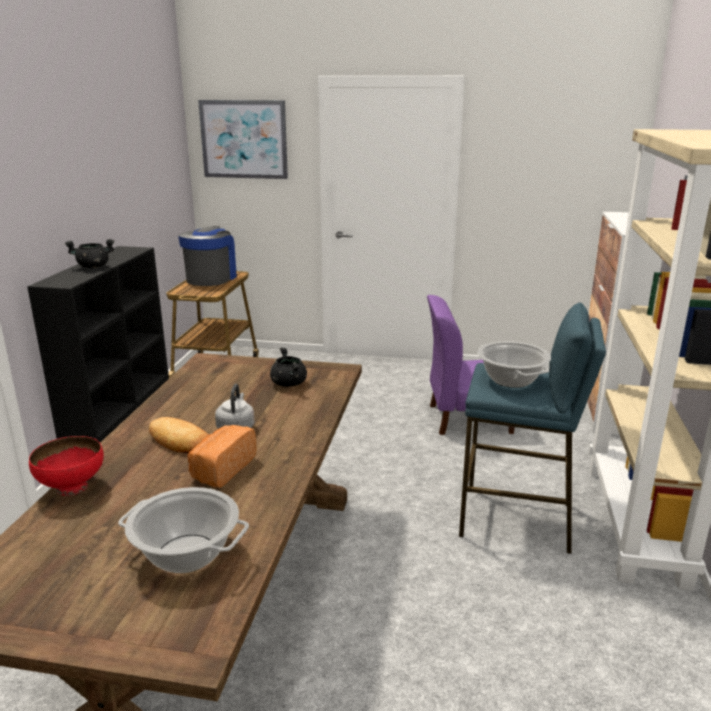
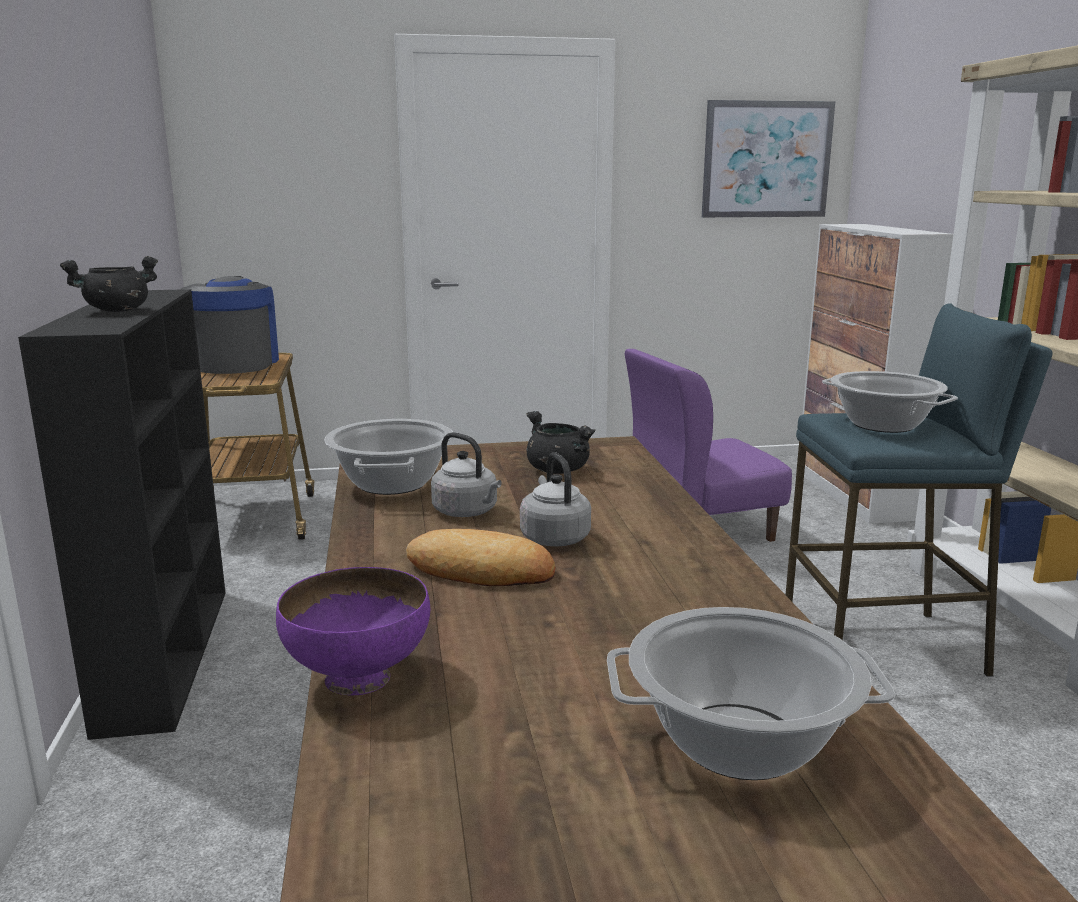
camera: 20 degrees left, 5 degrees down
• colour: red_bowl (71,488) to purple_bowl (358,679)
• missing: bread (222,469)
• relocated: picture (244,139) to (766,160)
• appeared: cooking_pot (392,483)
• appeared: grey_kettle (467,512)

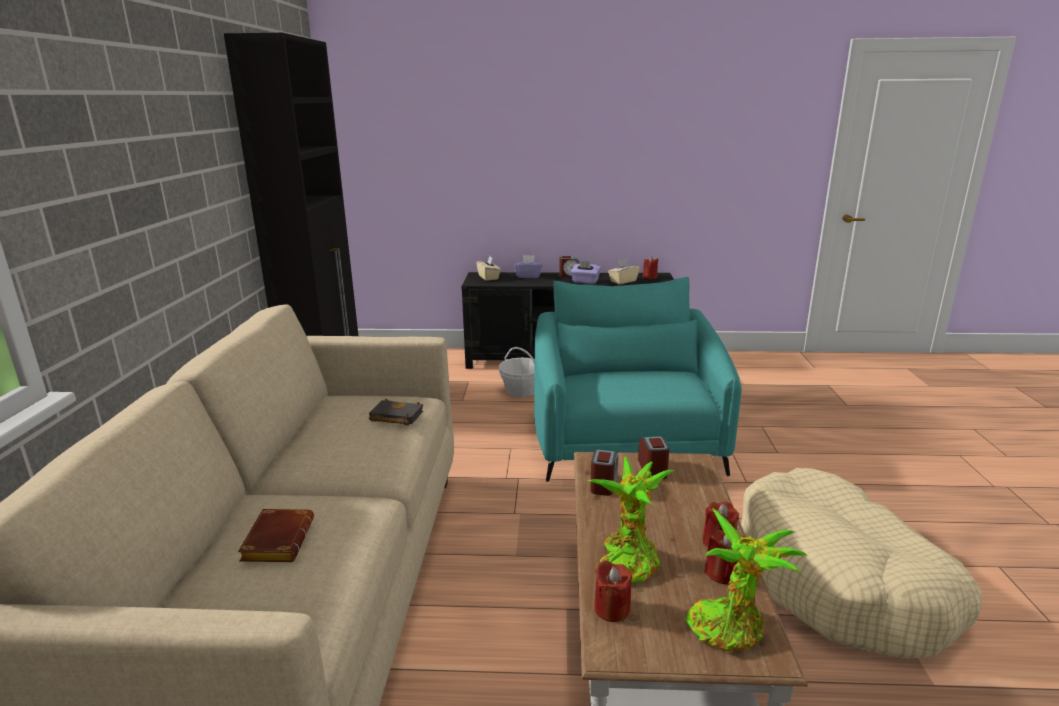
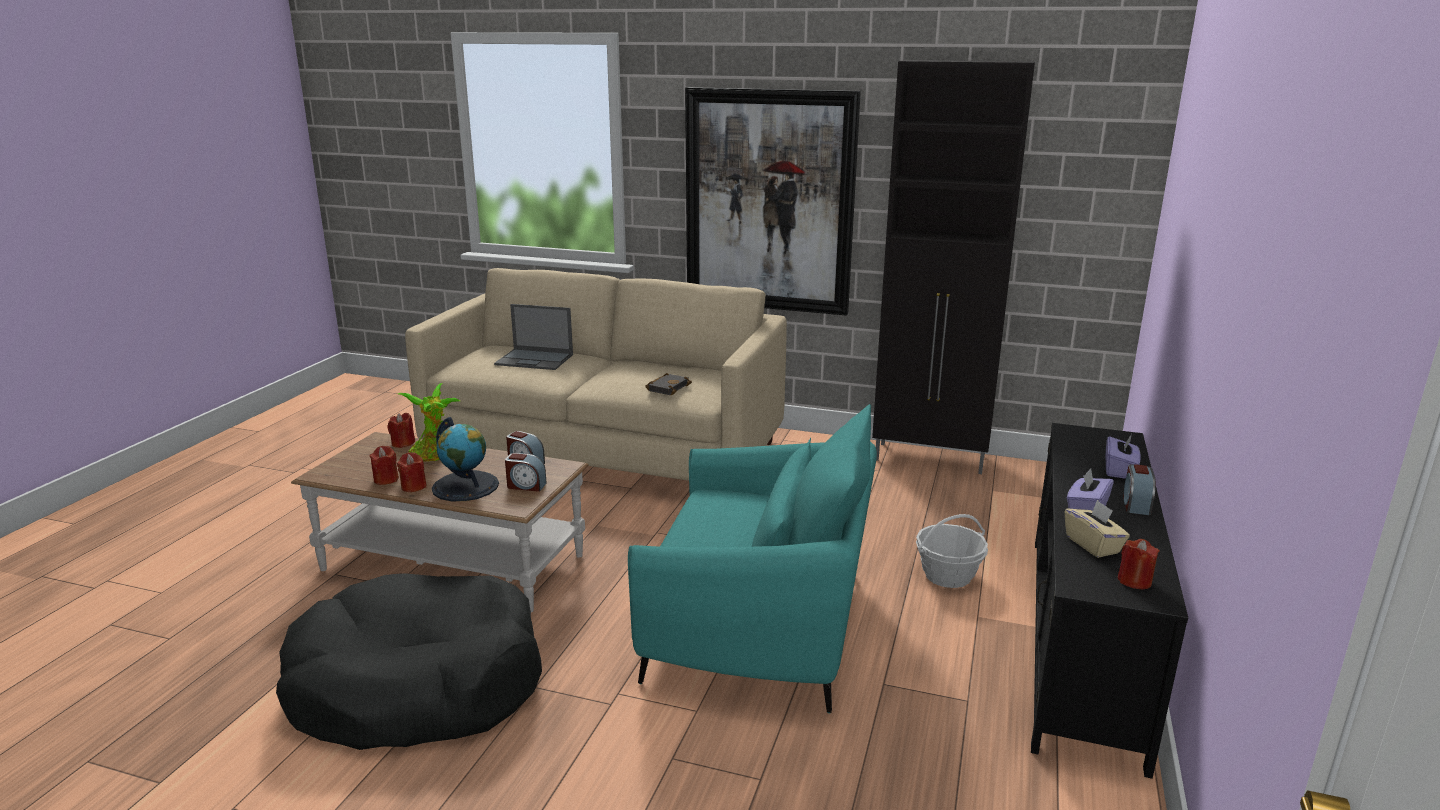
camera: 105 degrees right, 0 degrees up
• exchanged: brown_book (277,540) to laptop (535,360)
• missing: beige_tissue_box (489,277)
• missing: potted_plant (731,627)
• colour: beige_dog_bed (840,580) to black_dog_bed (417,685)
• appeared: globe (465,486)
• appeared: picture (769,202)

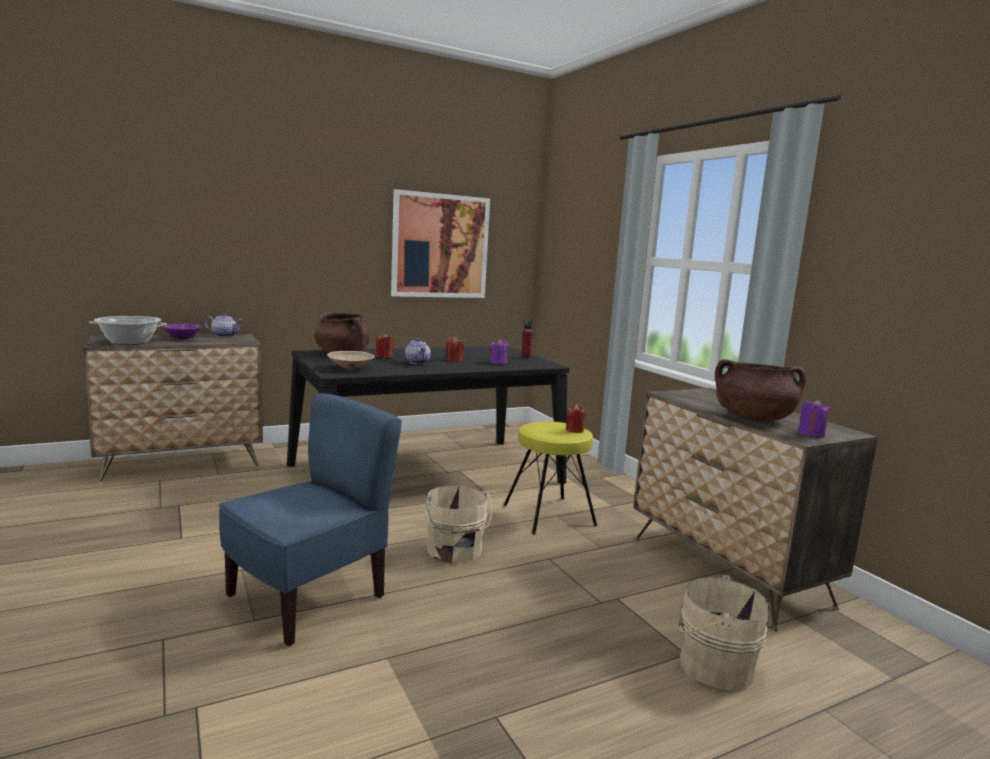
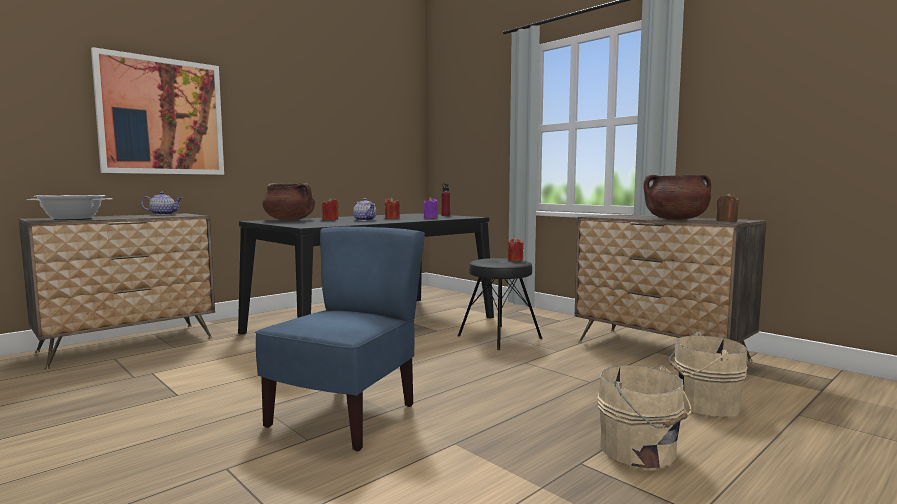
camera: 15 degrees left, 5 degrees down
• missing: purple_bowl (182,338)
• missing: beige_bowl (351,368)
• relocated: picture (440,246) to (162,116)
• relocated: beige_bucket (454,551) to (640,451)
• colour: yellow_stool (548,515) to black_stool (499,337)
• colour: purple_candle (811,434) to brown_candle (726,221)

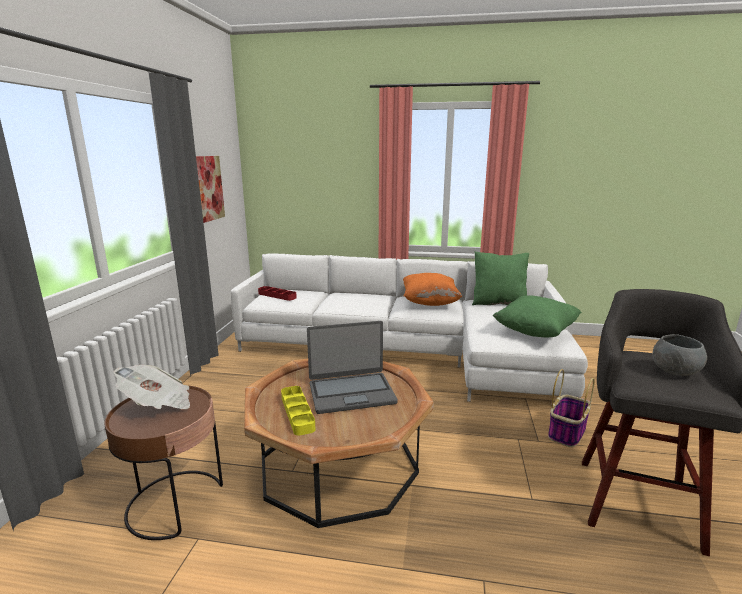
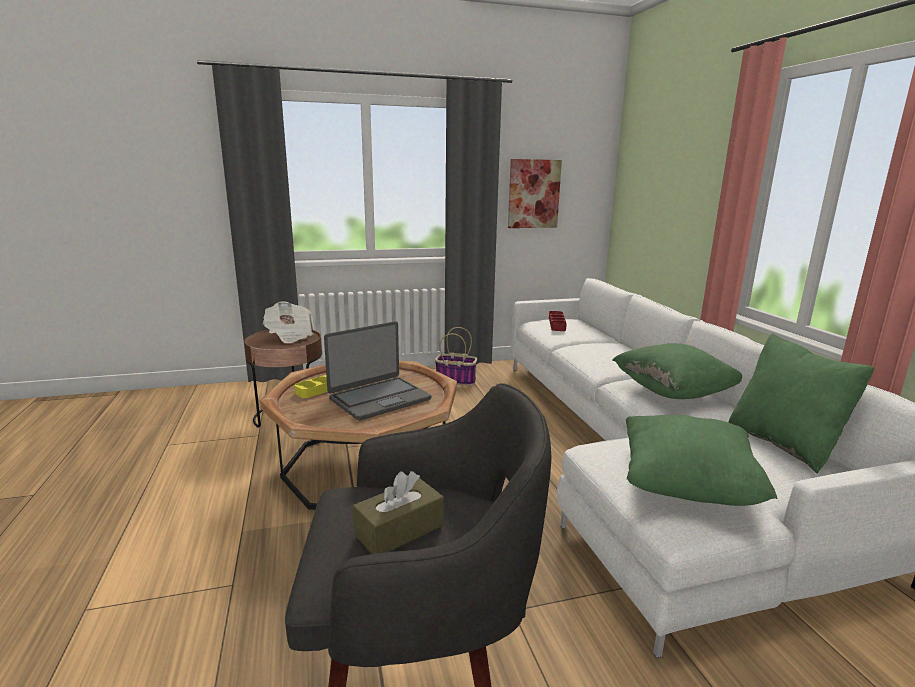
camera: 65 degrees right, 0 degrees up
• spun: laptop (351,393) = (379,399) 90 degrees counterclockwise
• colour: orange_pillow (429,303) to green_pillow (673,392)
• relocated: basket (566,432) to (456,380)
• exchanged: grey_bowl (674,372) to brown_tissue_box (399,530)

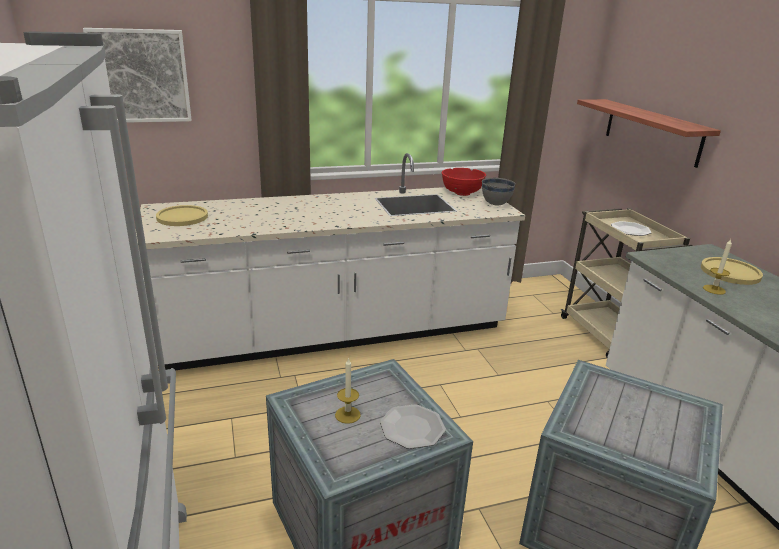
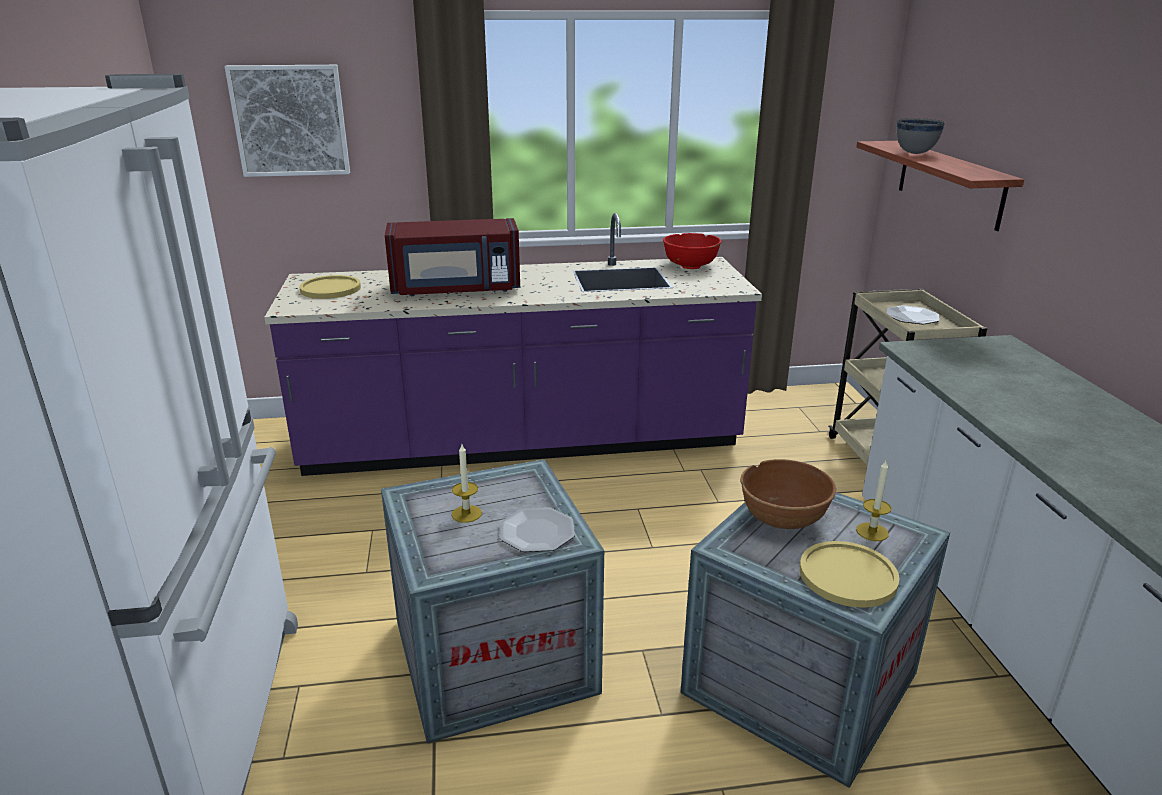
camera: 10 degrees right, 0 degrees up
• colour: white_counter (336,333) to purple_counter (523,442)
• relocated: grey_bowl (496,204) to (915,153)
• relocated: yellow_plate (730,272) to (847,576)
• relocated: candle (714,289) to (872,532)
• appeared: red_microwave (456,289)
• appeared: brown_bowl (783,518)

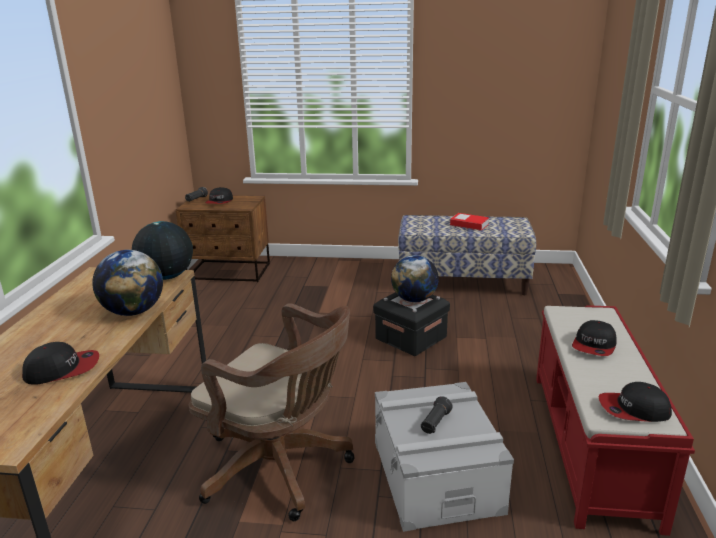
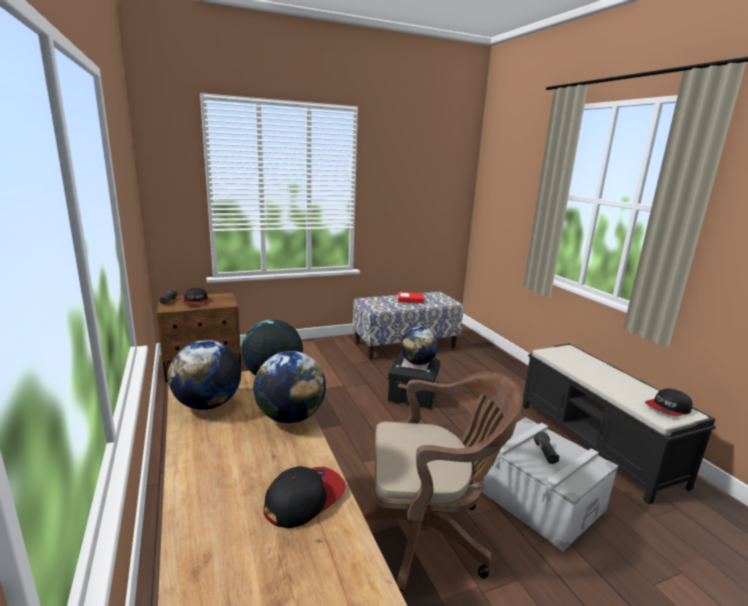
camera: 30 degrees left, 5 degrees down
• colour: red_bench (592,445) to black_bench (596,443)
• missing: cap (594,345)
• appeared: globe (208,404)

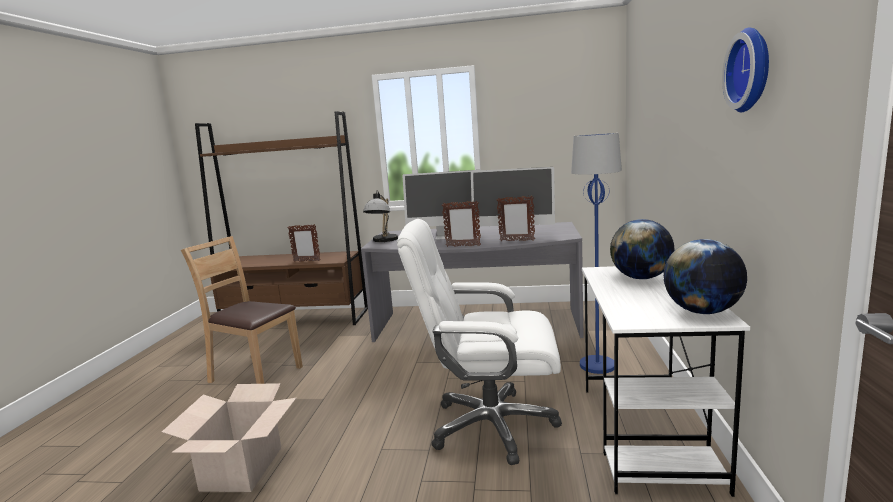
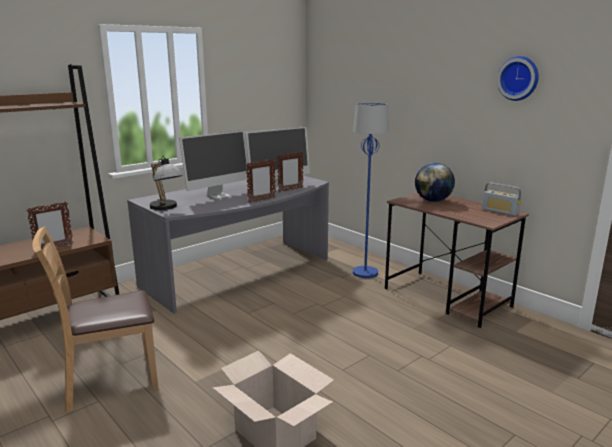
camera: 50 degrees left, 5 degrees up
• missing: white_office_chair (490,425)
• colour: white_desk (647,435) to brown_desk (447,297)
• exchanged: globe (702,312) to radio (500,211)

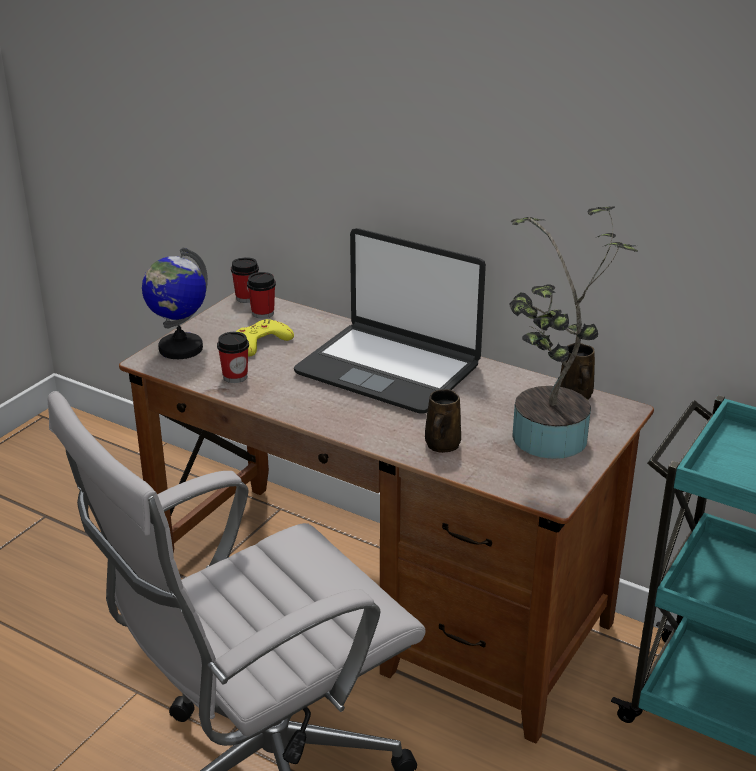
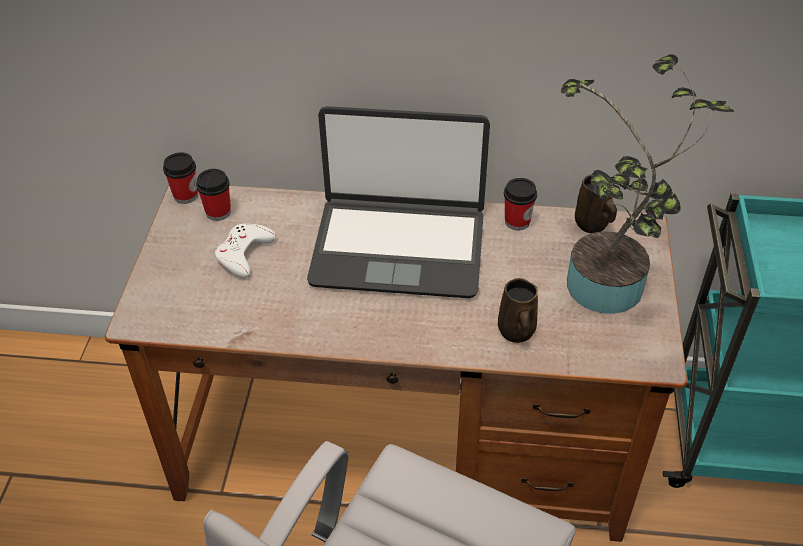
camera: 25 degrees left, 15 degrees up
• missing: globe (180,348)
• relocated: cup (235,377) to (517,221)
• colour: yellow_game_controller (261,342) to white_game_controller (244,254)

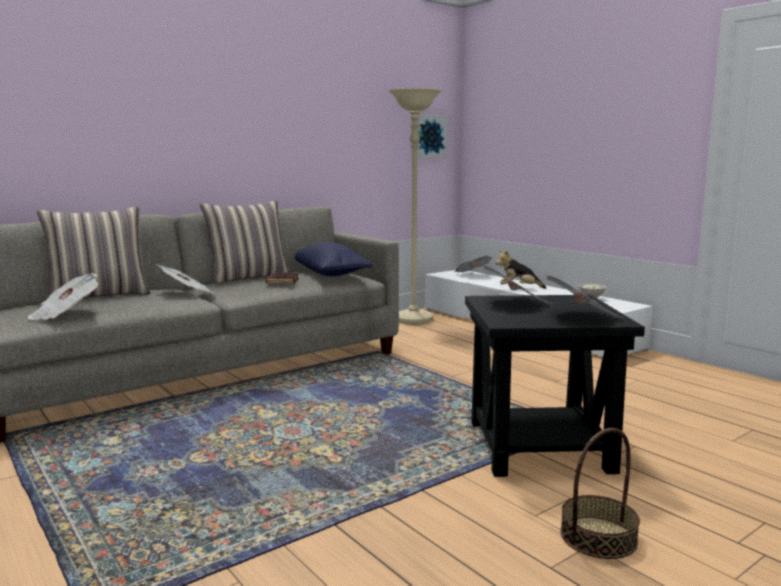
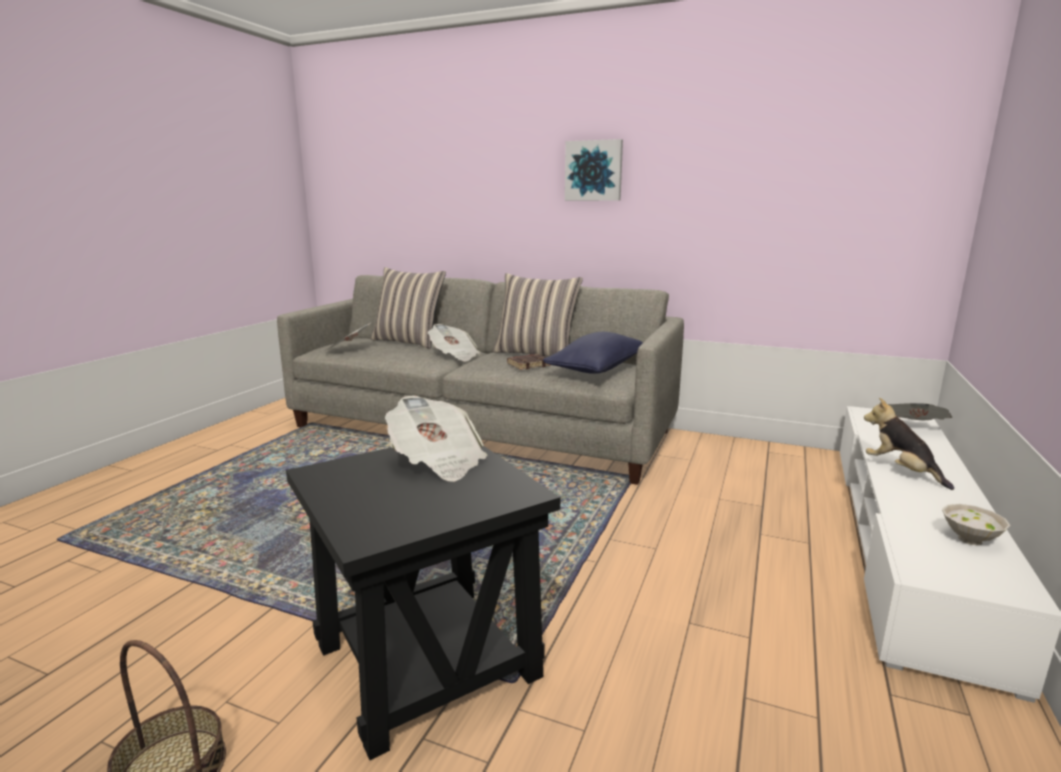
camera: 60 degrees right, 5 degrees up
• missing: beige_floor_lamp (413,320)
• relocated: picture (428,136) to (594,171)
• missing: newspaper (583,317)

